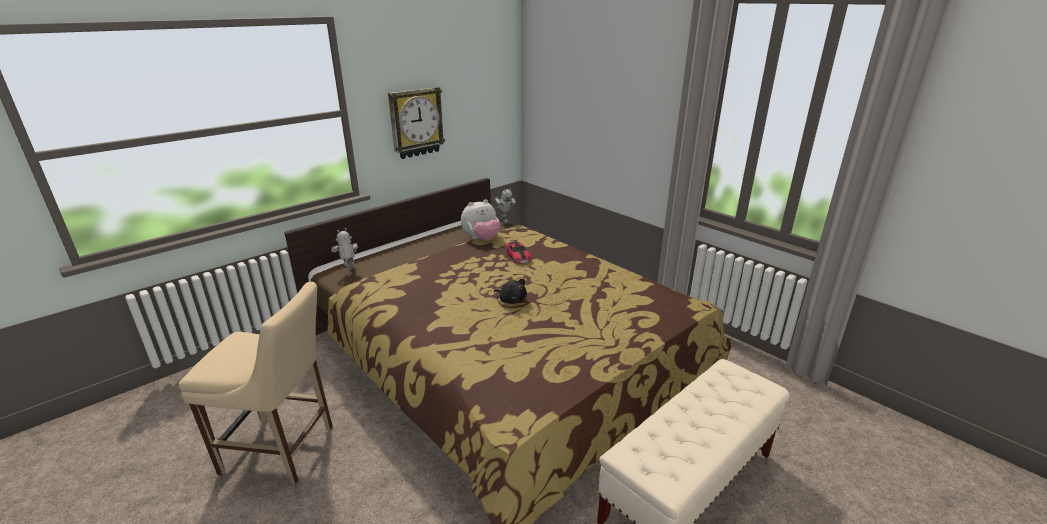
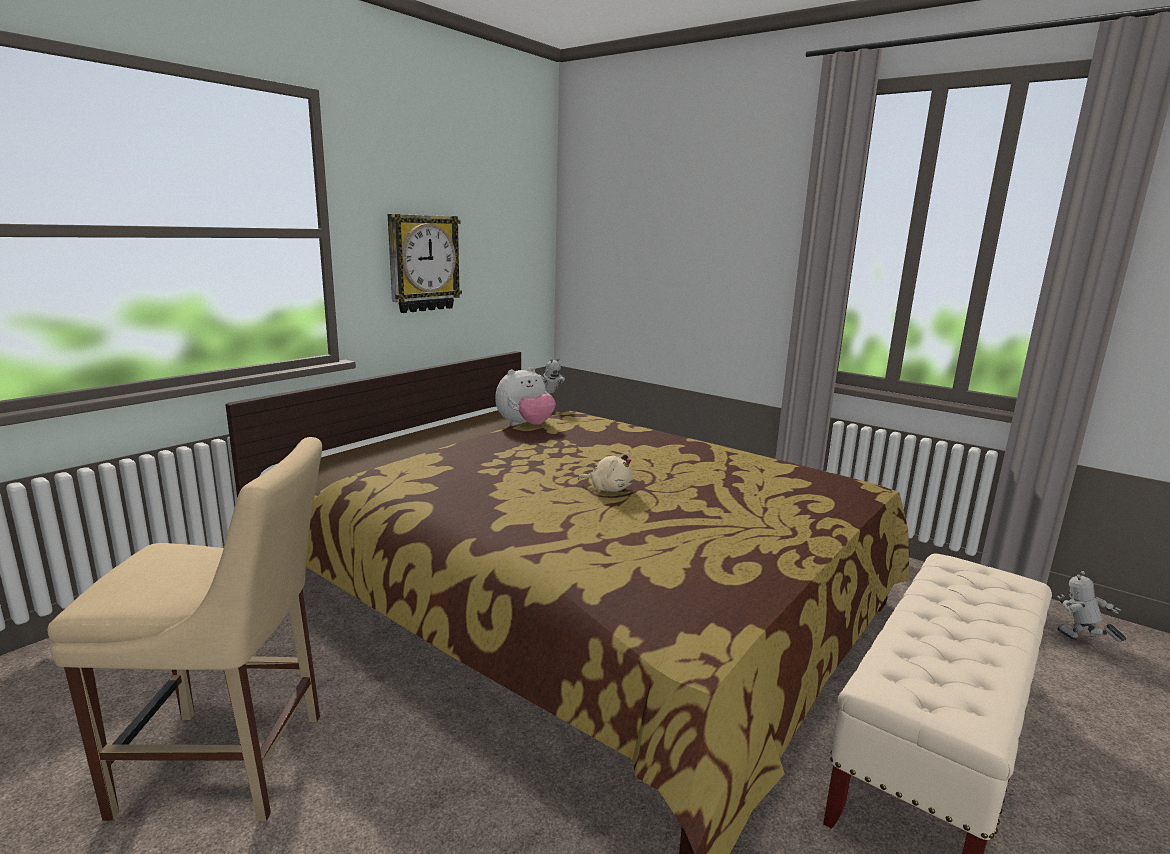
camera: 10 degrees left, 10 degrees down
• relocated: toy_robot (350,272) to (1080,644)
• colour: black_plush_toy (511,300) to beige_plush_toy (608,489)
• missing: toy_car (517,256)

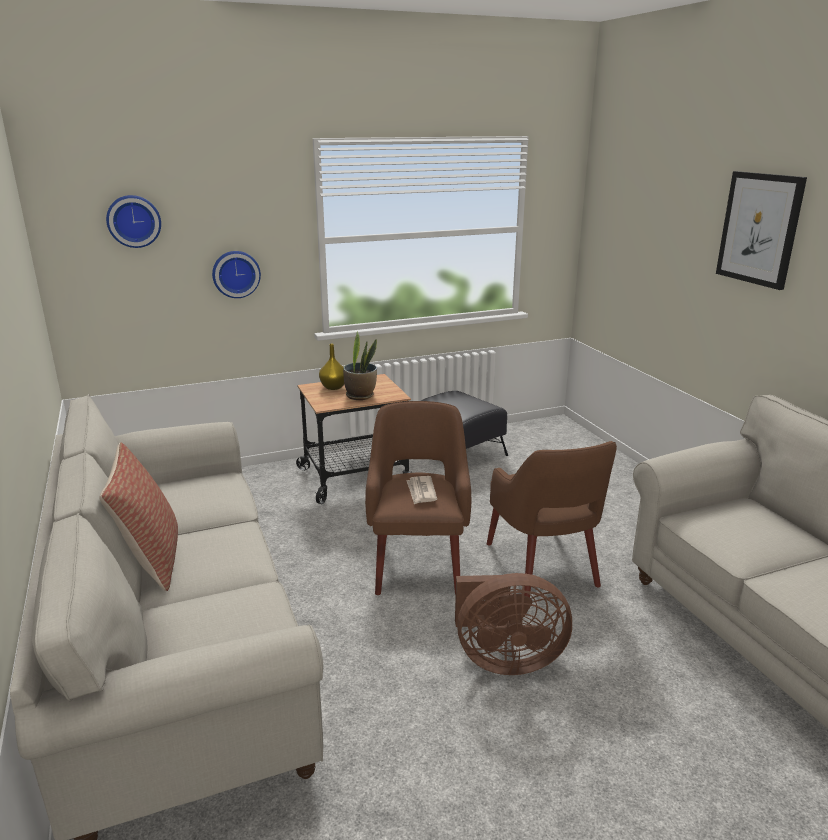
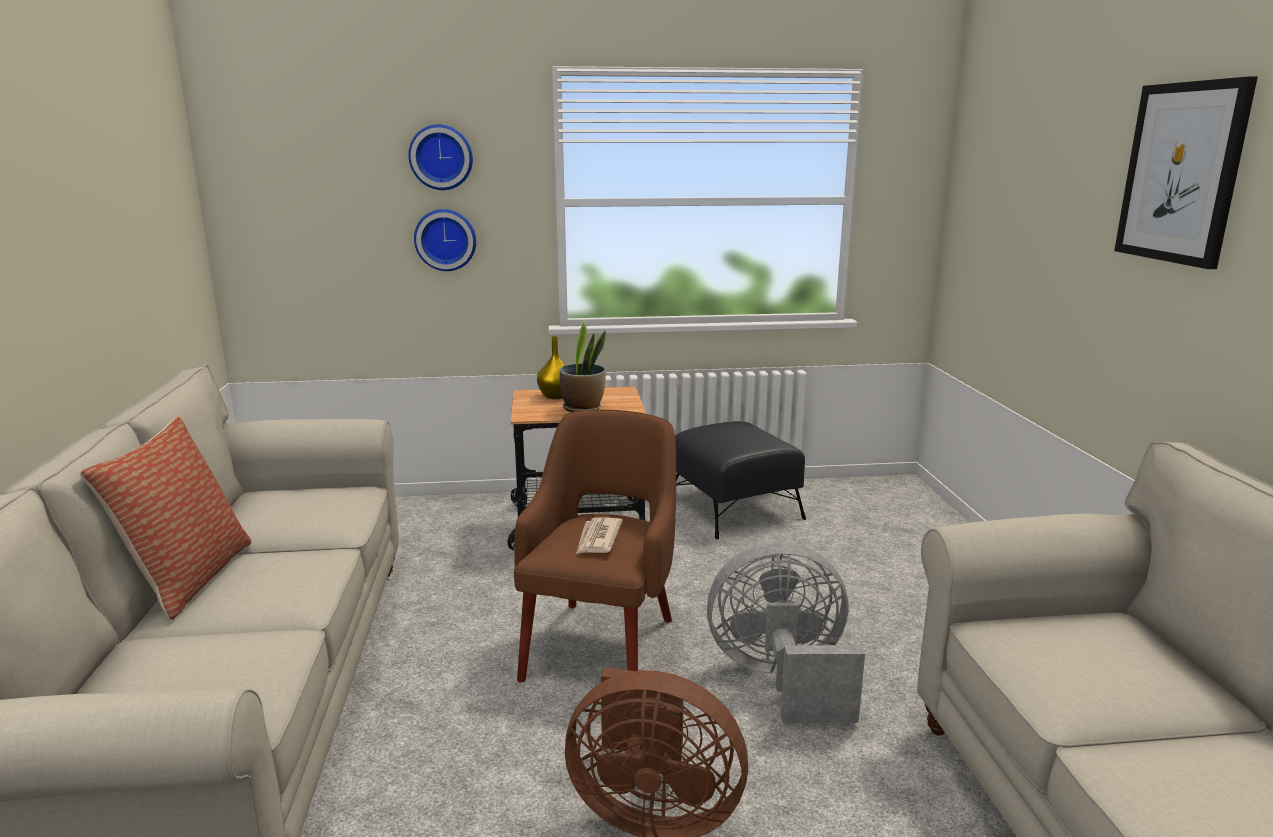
camera: 15 degrees right, 5 degrees down
• relocated: wall_clock (134,221) to (441,157)
• exchanged: brown_armchair (542,566) to grey_fan (782,680)

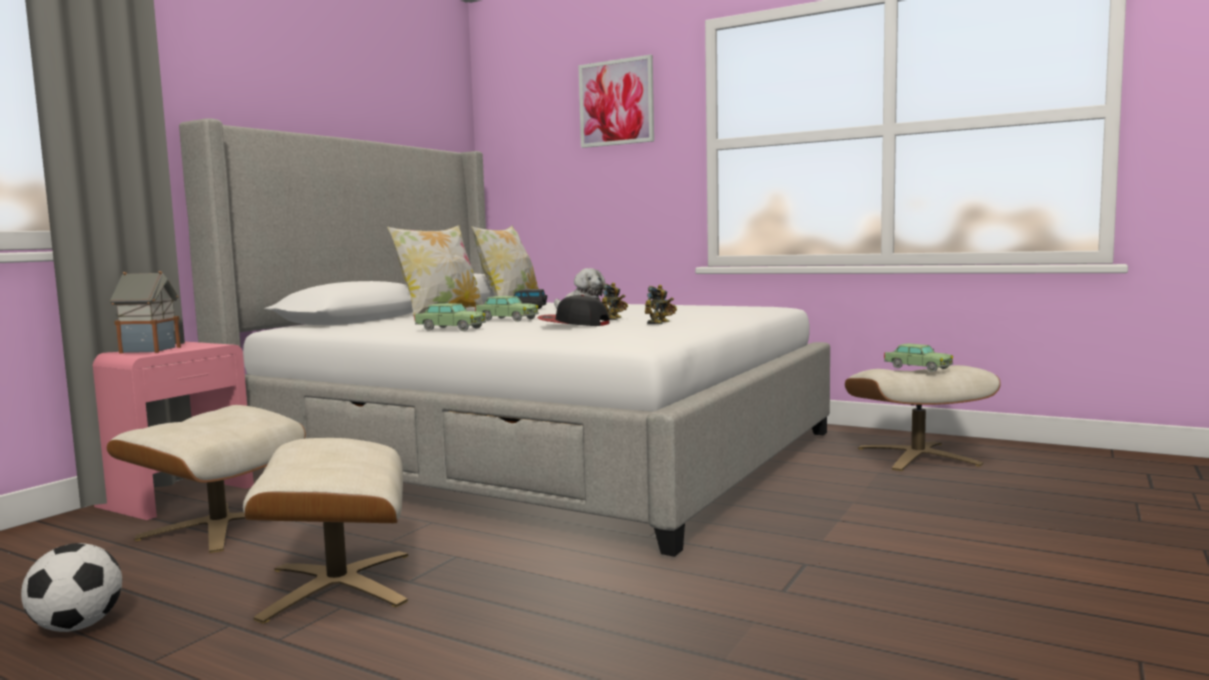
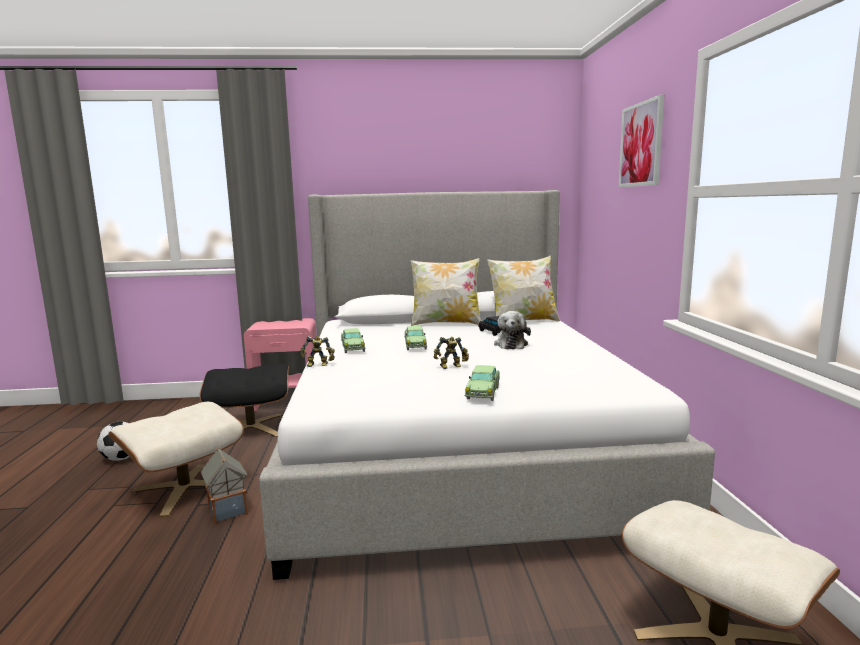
camera: 55 degrees right, 5 degrees up
• colour: beige_ottoman (218,526) to black_ottoman (251,428)
• relocated: toy_house (149,350) to (227,511)
• missing: cap (573,324)
• relocated: toy_robot (660,323) to (318,365)
• relocated: toy_car (917,368) to (483,392)

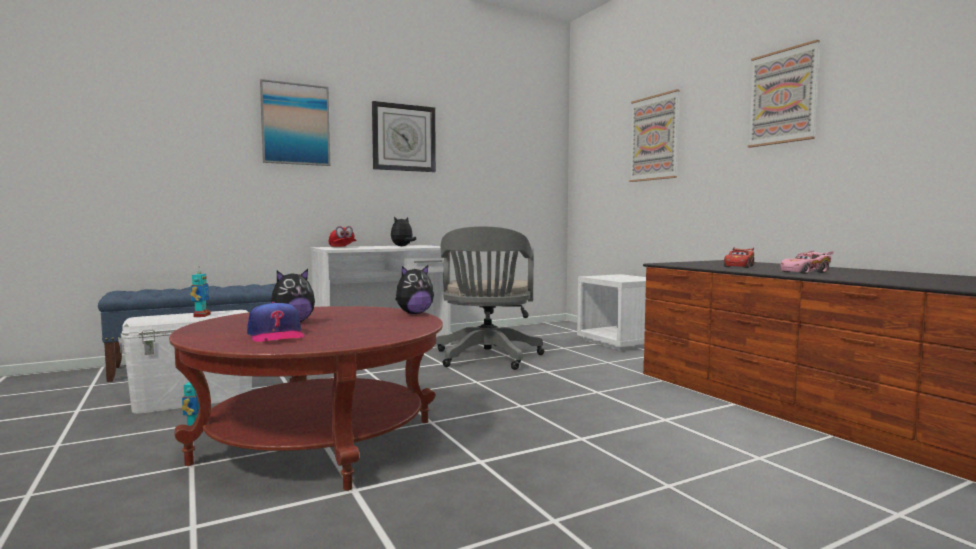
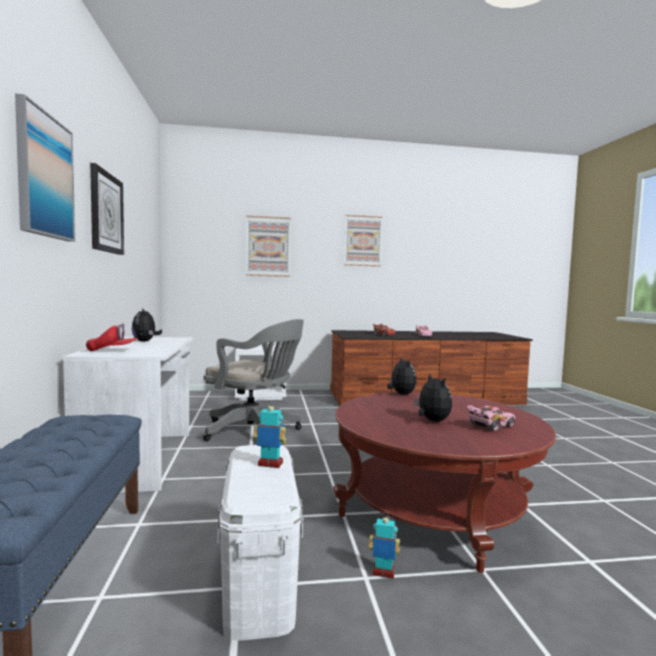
camera: 70 degrees left, 0 degrees up
• exchanged: cap (276,335) to pink_toy_car (491,426)

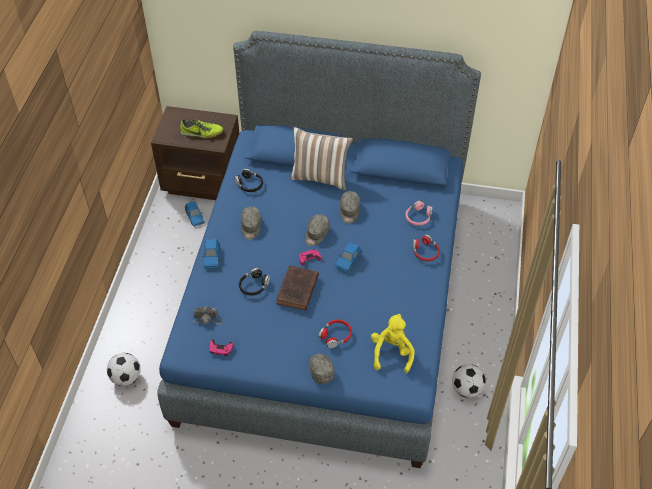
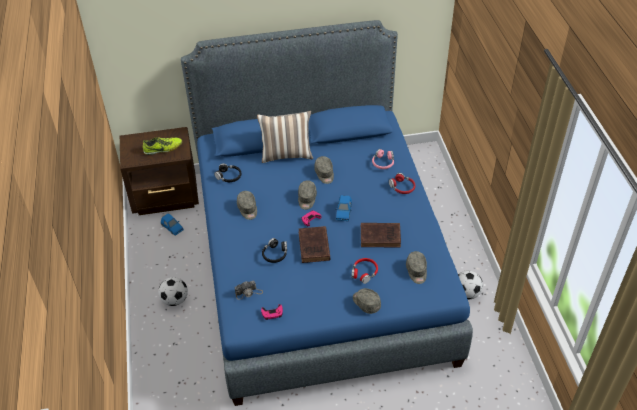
camera: 20 degrees left, 5 degrees down
• relocated: football (126,377) to (175,300)
• missing: blue_toy_car (212,257)
• exchanged: yellow_plush_toy (391,352) to grey_cap (416,271)
• appeared: brown_book (381,237)

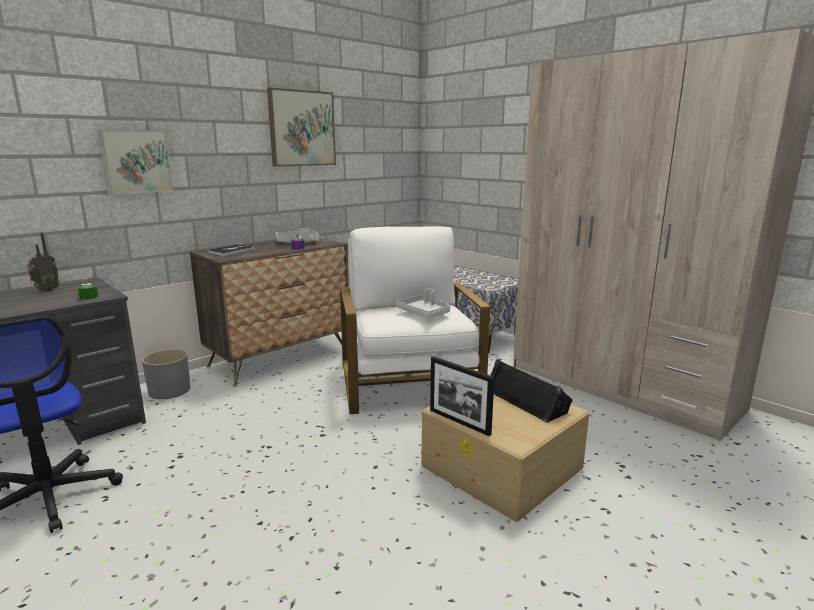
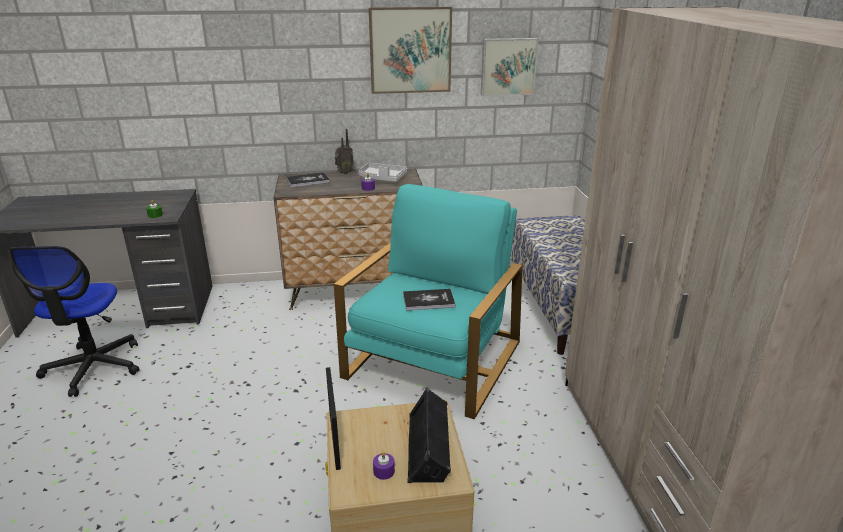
camera: 35 degrees right, 10 degrees up
• relocated: radio (46,290) to (344,173)
• relocated: picture (136,161) to (508,66)
• missing: grey_planter (169,390)
• colour: white_armchair (409,381) to turquoise_armchair (434,360)
• exchanged: grey_tray (424,313) to book (428,300)
• appeared: purple_candle (384,471)

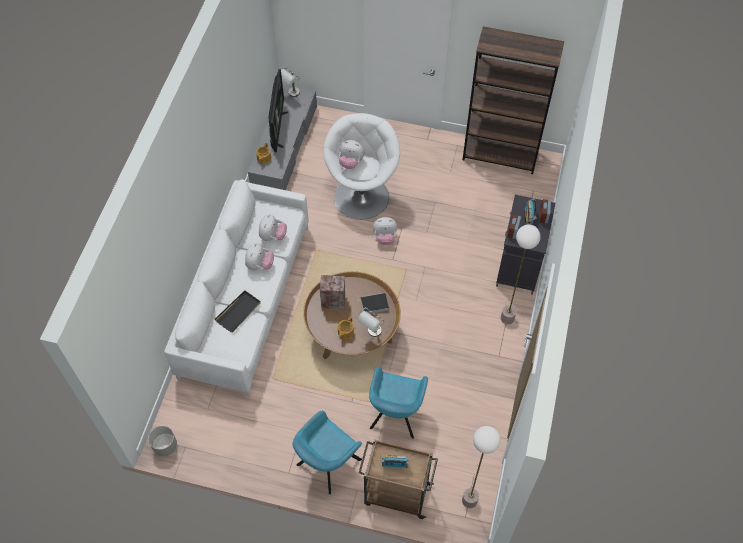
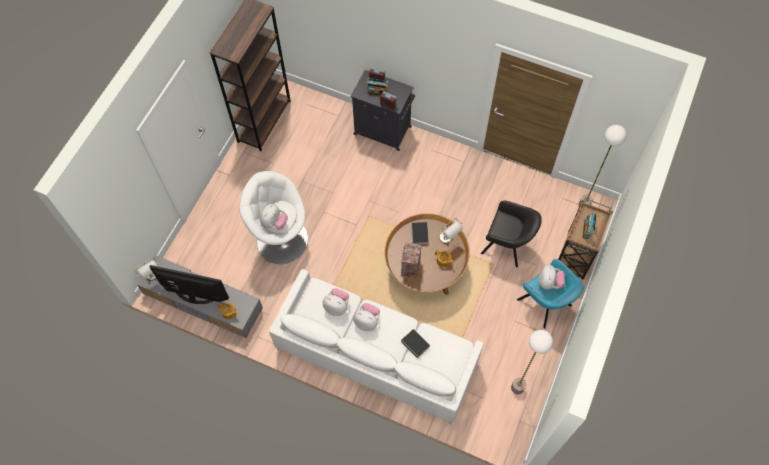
camera: 80 degrees left, 5 degrees up
• missing: grey_planter (165,445)
• exchanged: black_tray (238,312) to book (416,344)
• colour: turquoise_armchair (395,415) to black_armchair (507,245)
• relocated: plush_toy (385,237) to (549,282)
• relocated: floor_lamp (507,318) to (517,387)

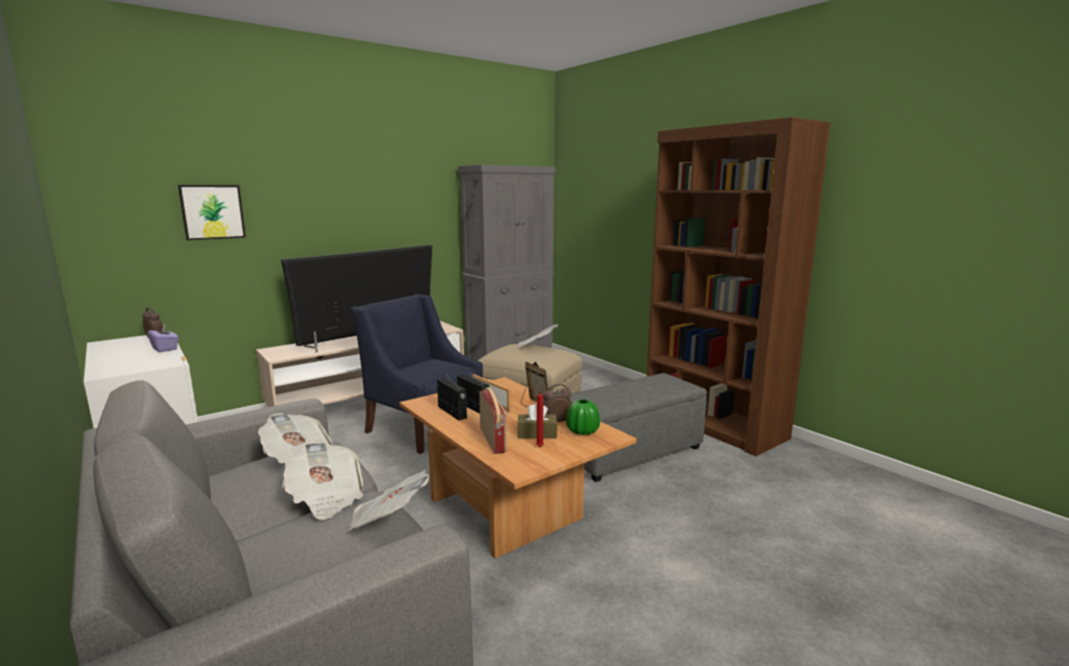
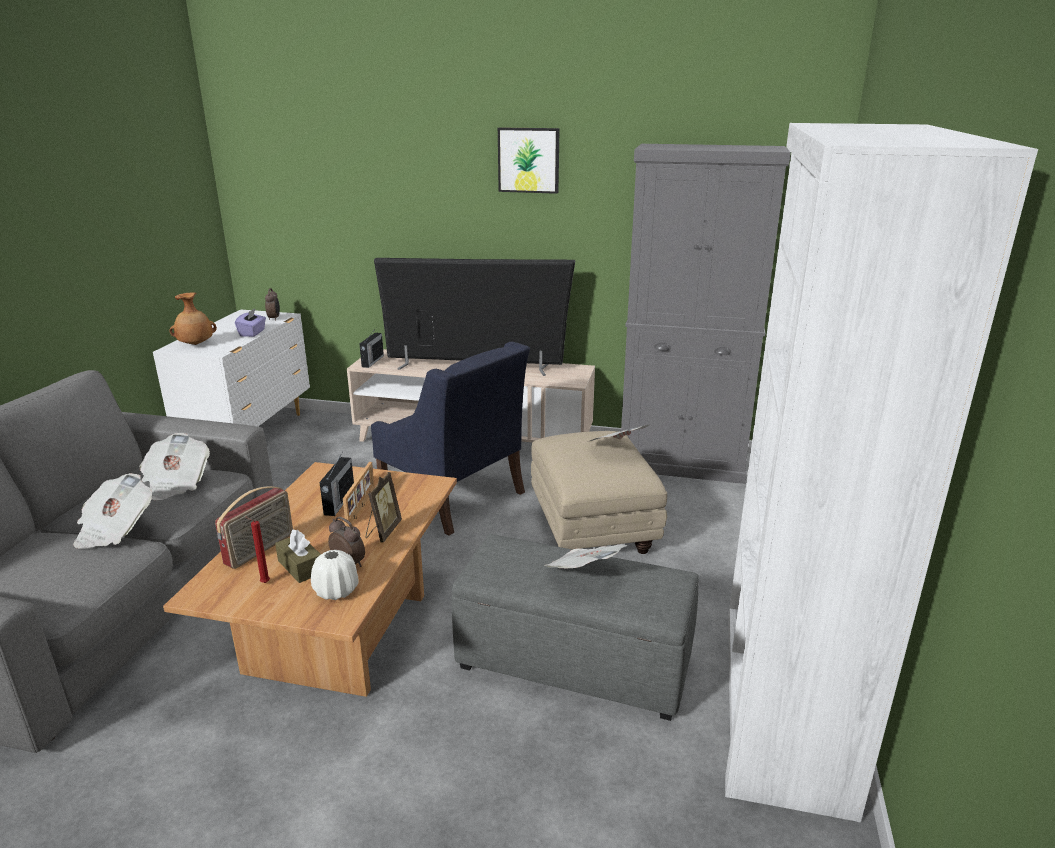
camera: 50 degrees right, 10 degrees up
• relocated: picture (212,212) to (529,160)
• relocated: newspaper (388,520) to (584,574)
• spun: blue_armchair (423,427) = (454,497) 135 degrees clockwise
• relocated: radio (452,412) to (372,361)
• colour: green_vase (582,431) to white_vase (336,591)
• colour: brown_bookcase (713,424) to white_bookcase (781,703)
• appeared: brown_vase (196,344)

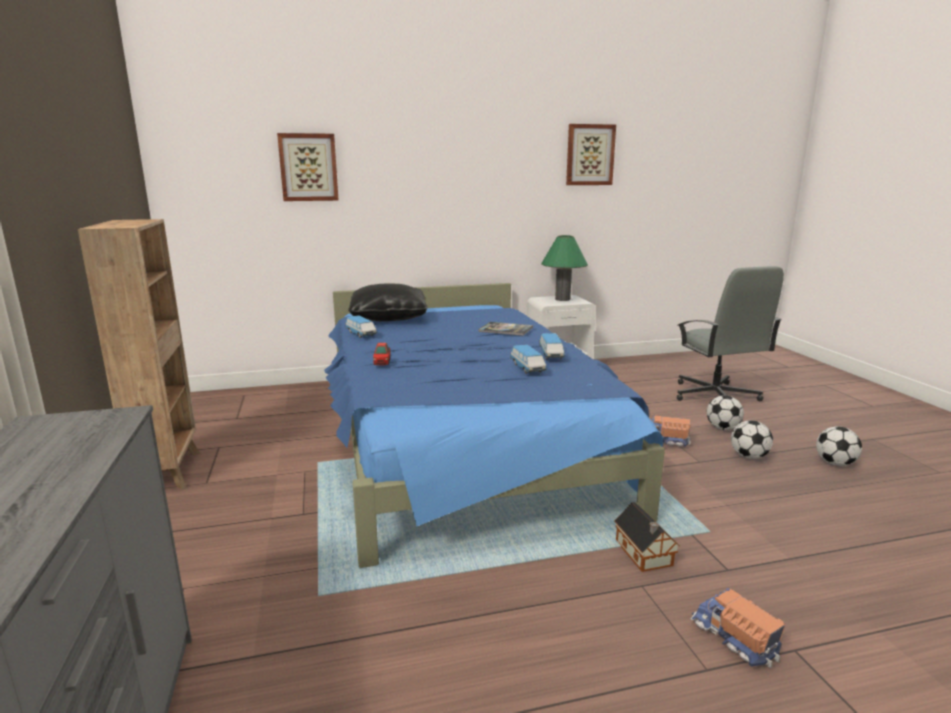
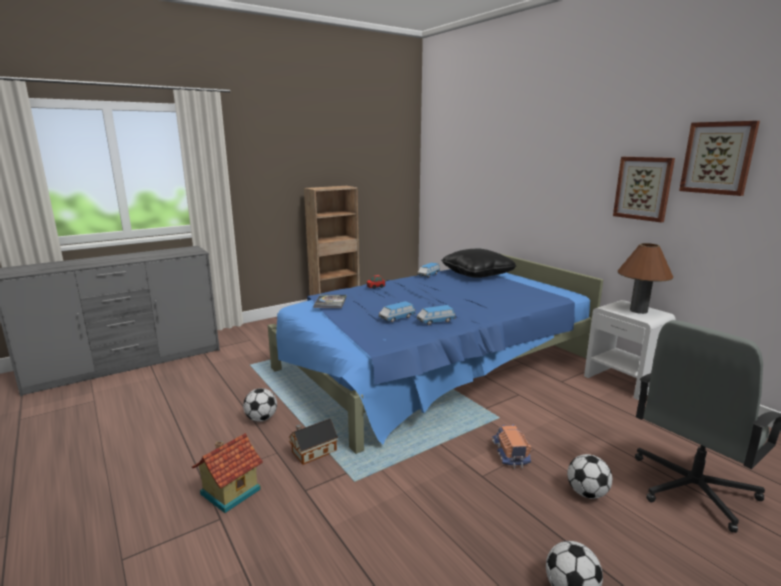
camera: 70 degrees right, 0 degrees up
• relocated: picture (308,167) to (643,188)
• relocated: book (506,329) to (330,302)
• colour: green_table_lamp (562,299) to brown_table_lamp (638,310)
• exchanged: toy_truck (734,639) to toy_house (229,491)
• relocated: football (749,456) to (261,419)

